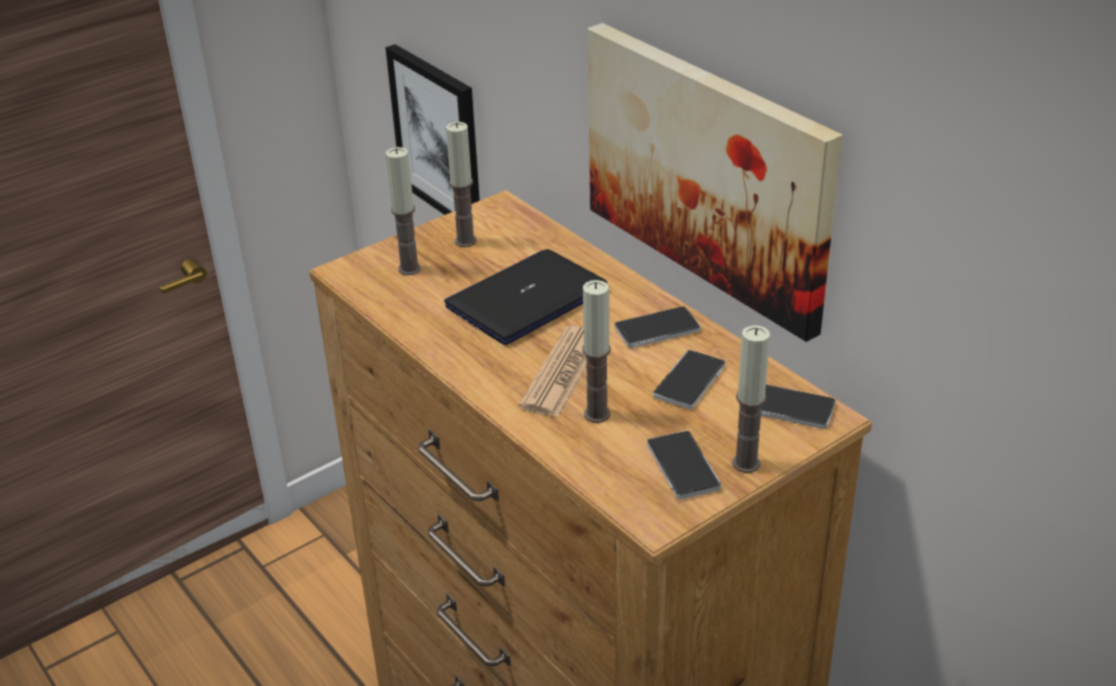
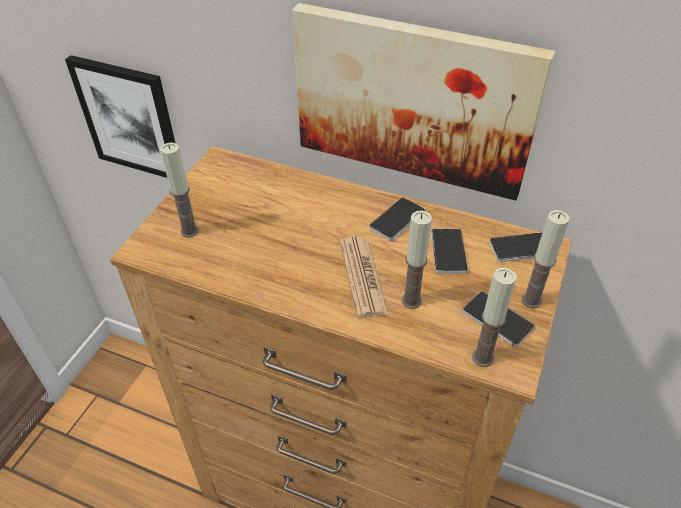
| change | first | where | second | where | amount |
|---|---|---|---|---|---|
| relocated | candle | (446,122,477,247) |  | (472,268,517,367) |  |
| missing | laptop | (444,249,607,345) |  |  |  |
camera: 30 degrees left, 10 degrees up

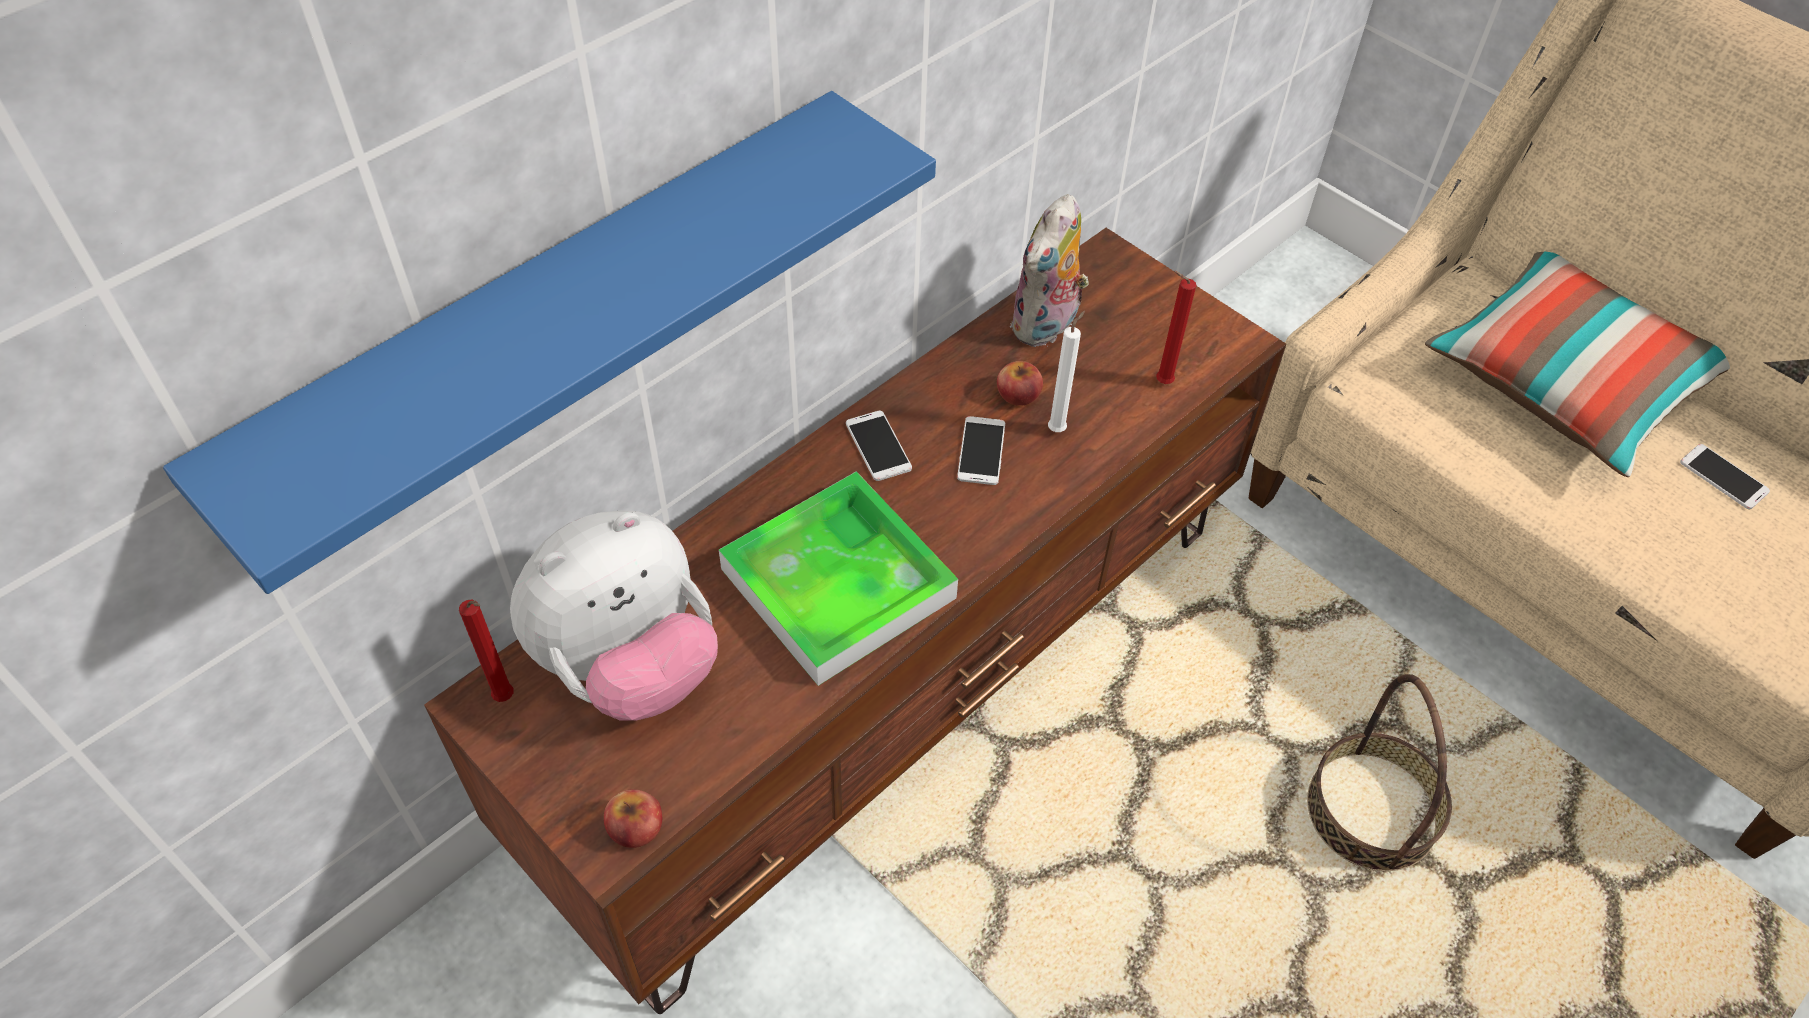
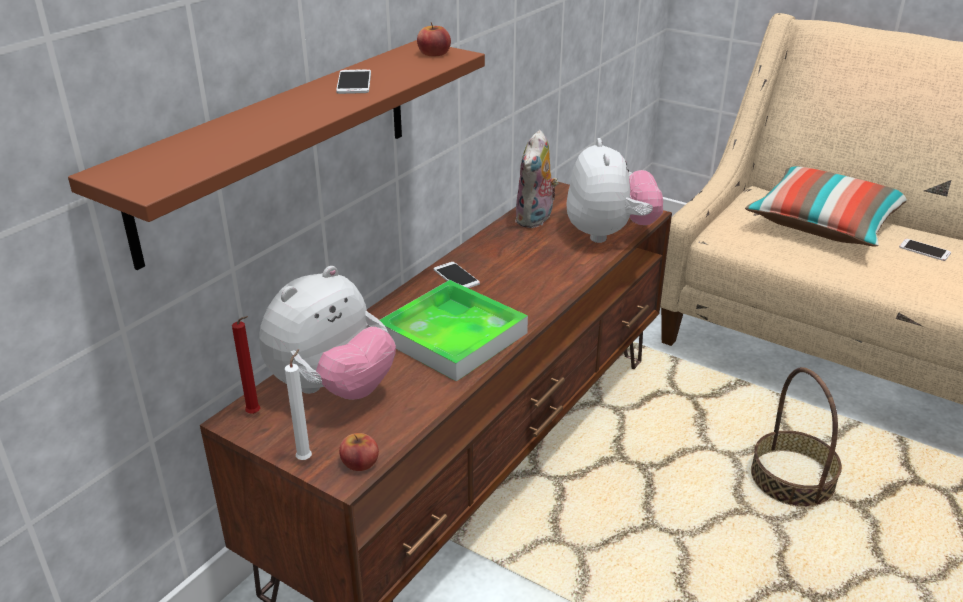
| change | first | where | second | where | amount |
|---|---|---|---|---|---|
| colour | blue shelf | (163,91,936,594) | brown shelf | (68,40,485,270) |  |
| exchanged | red candle | (1156,271,1196,384) | plush toy | (566,138,663,243) |  |
| relocated | white candle | (1048,311,1085,432) |  | (285,349,312,460) |  |
| relocated | apple | (997,361,1043,406) |  | (417,23,451,56) |  |
| relocated | phone | (957,416,1005,485) |  | (336,69,371,94) |  |
camera: 10 degrees left, 20 degrees down

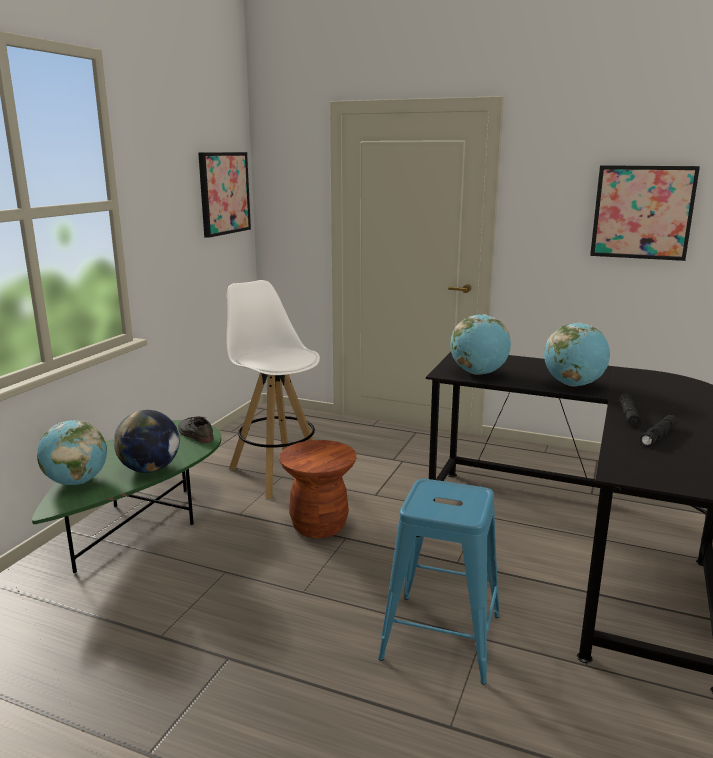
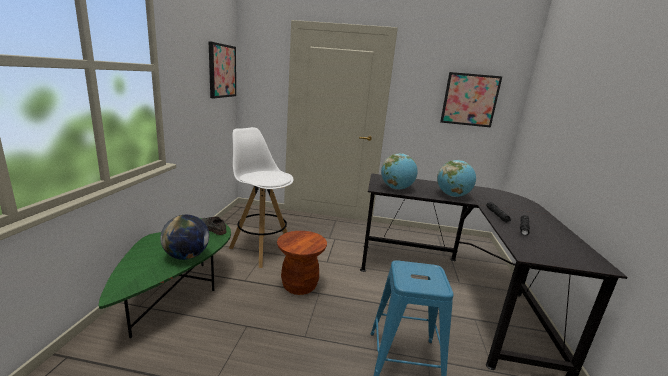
| change | first | where | second | where | amount |
|---|---|---|---|---|---|
| missing | globe | (37,420,107,485) |  |  |  |
camera: 15 degrees left, 0 degrees up

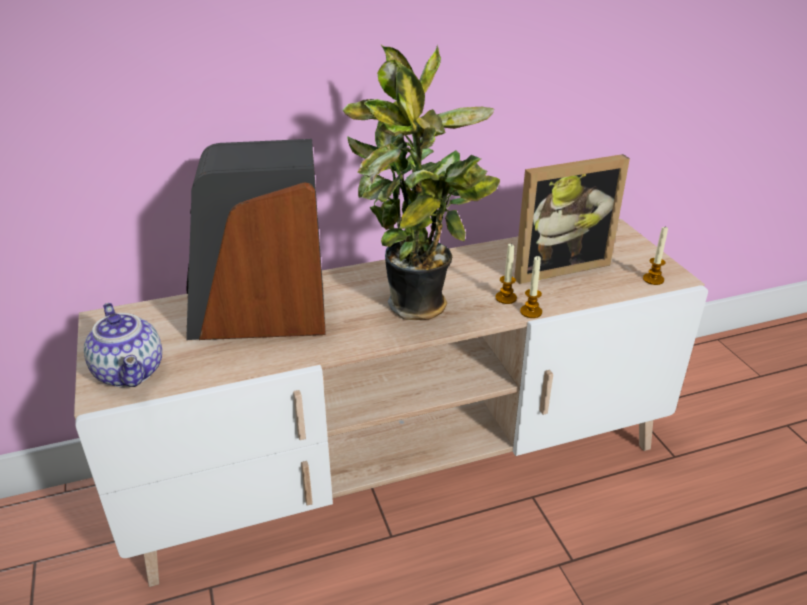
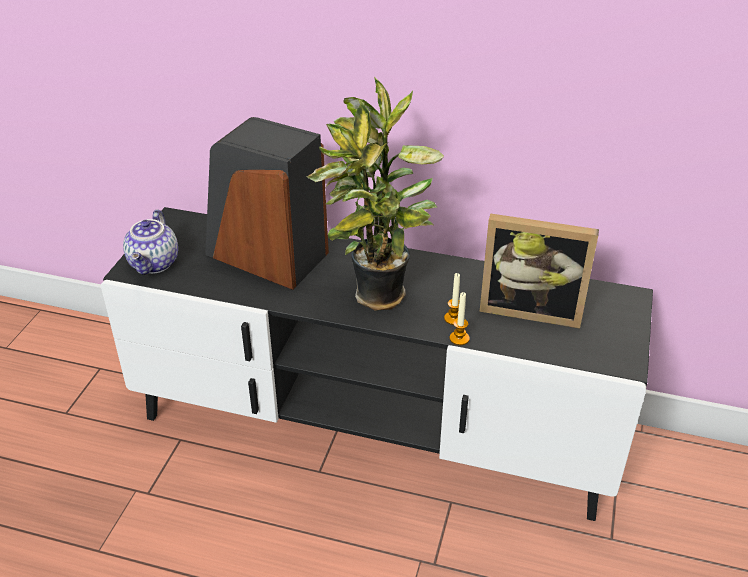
| change | first | where | second | where | amount |
|---|---|---|---|---|---|
| colour | beige tv stand | (74,219,708,587) | black tv stand | (101,207,653,521) |  |
| missing | candle | (643,226,668,285) |  |  |  |
camera: 35 degrees right, 5 degrees up

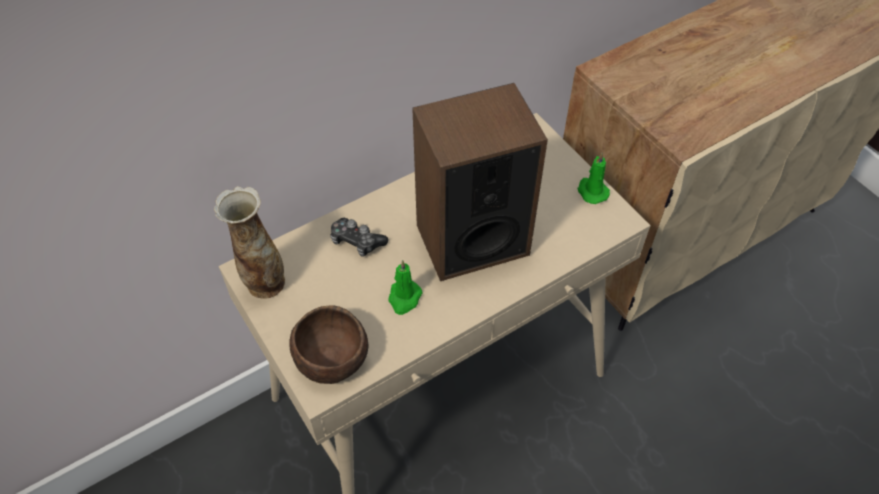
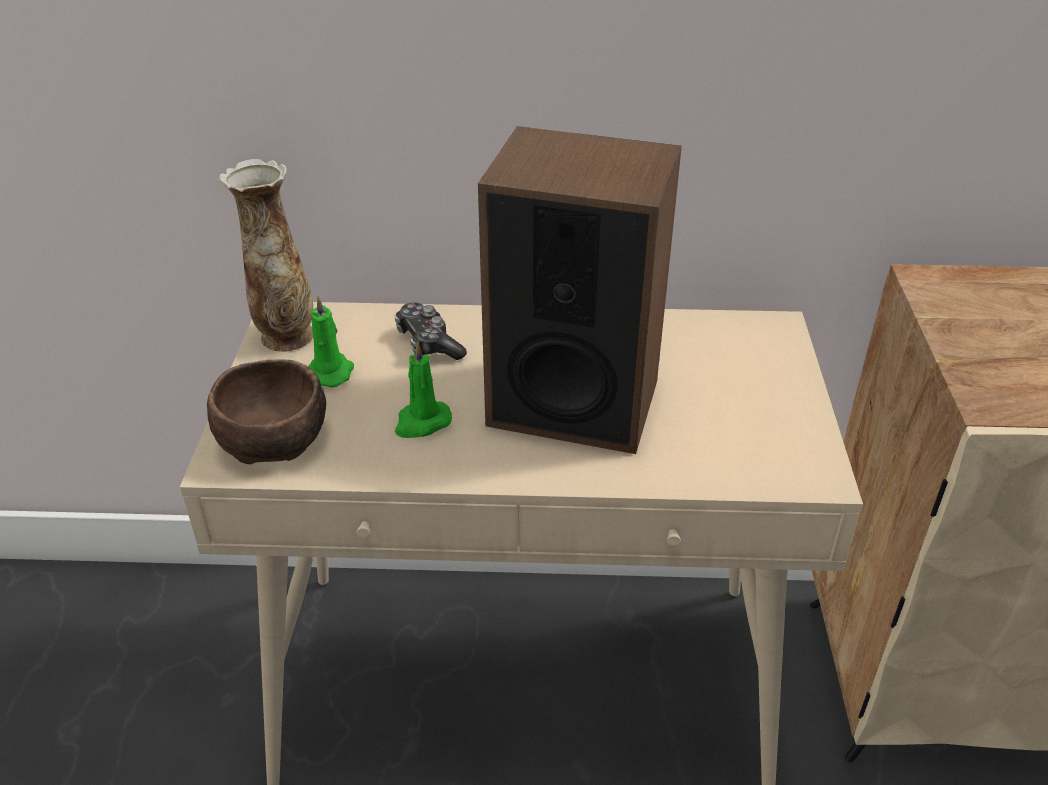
| change | first | where | second | where | amount |
|---|---|---|---|---|---|
| relocated | green candle | (578,153,610,204) |  | (308,295,354,387) |  |
camera: 35 degrees right, 15 degrees down

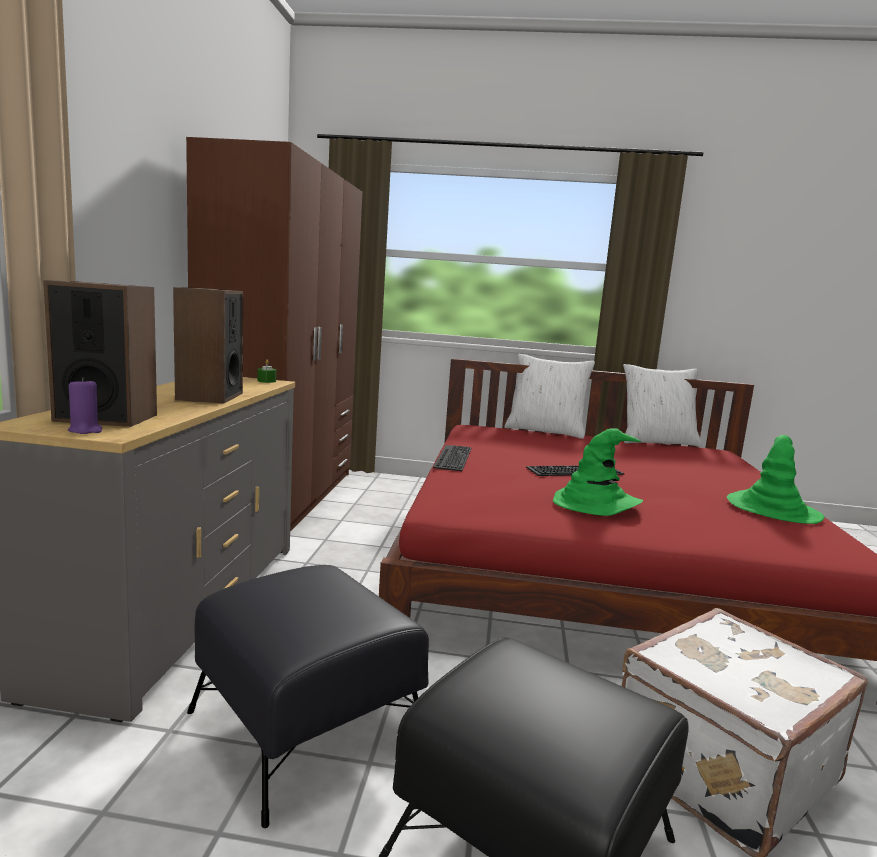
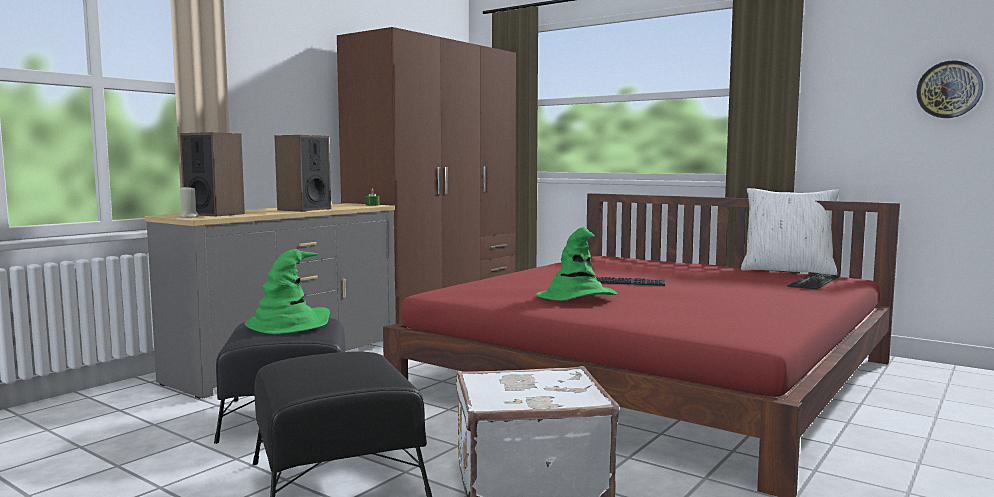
| change | first | where | second | where | amount |
|---|---|---|---|---|---|
| missing | white pillow | (505,354,595,439) |  |  |  |
| colour | purple candle | (68,377,102,434) | beige candle | (179,185,199,218) |  |
| relocated | green hat | (727,435,824,524) |  | (245,249,330,334) |  |
| relocated | keyboard | (433,445,471,471) |  | (787,274,839,290) |  |
| appeared |  |  | wall clock | (917,60,983,118) |  |
camera: 30 degrees right, 5 degrees down

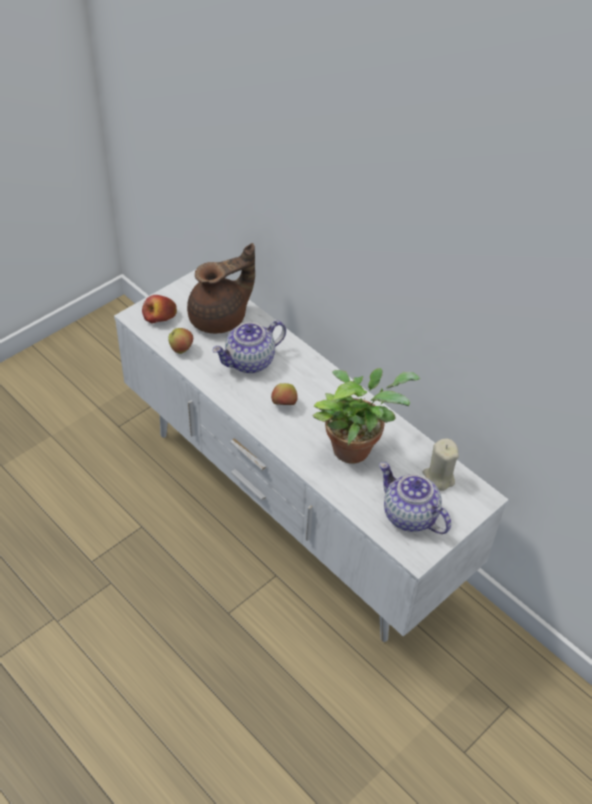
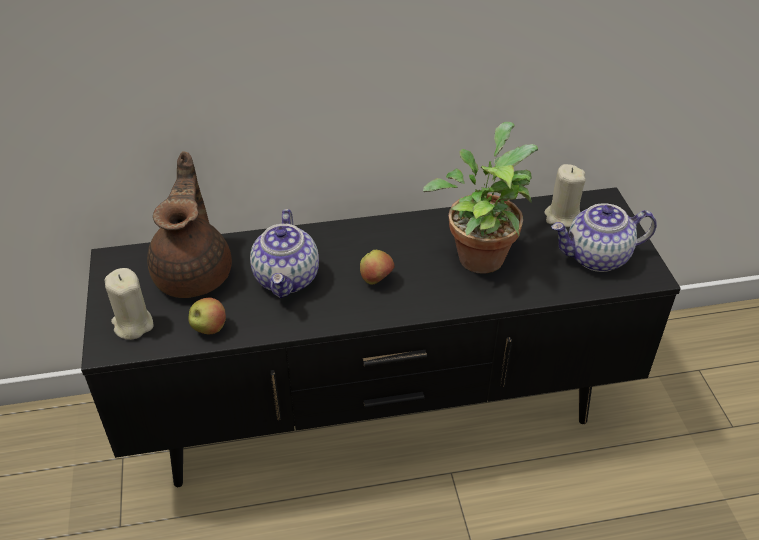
| change | first | where | second | where | amount |
|---|---|---|---|---|---|
| colour | white tv stand | (114,269,509,642) | black tv stand | (81,187,681,487) |  |
| exchanged | apple | (142,295,177,323) | beige candle | (104,268,154,340) |  |
camera: 55 degrees left, 5 degrees down

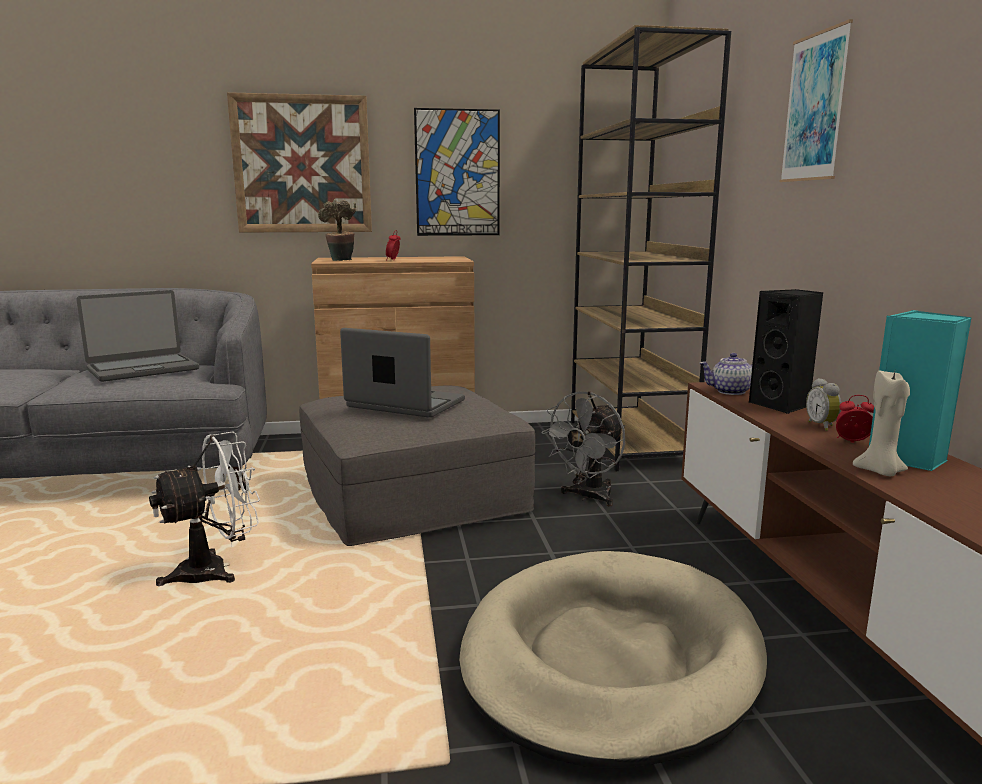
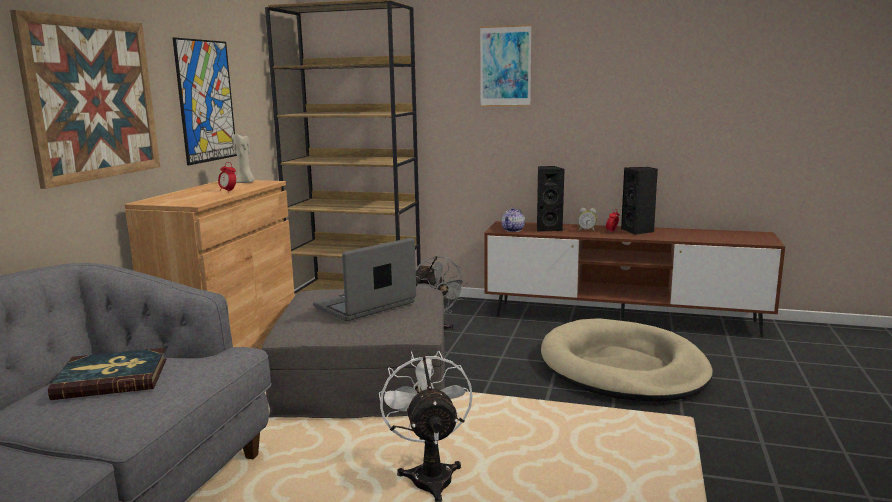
| change | first | where | second | where | amount |
|---|---|---|---|---|---|
| missing | potted plant | (318,199,356,261) |  |  |  |
| exchanged | laptop | (76,290,199,382) | book | (48,348,167,400) |  |
| colour | turquoise speaker | (869,310,972,471) | black speaker | (621,167,658,235) |  |
| relocated | beige candle | (853,370,910,476) |  | (233,134,255,183) |  |
camera: 65 degrees left, 0 degrees up

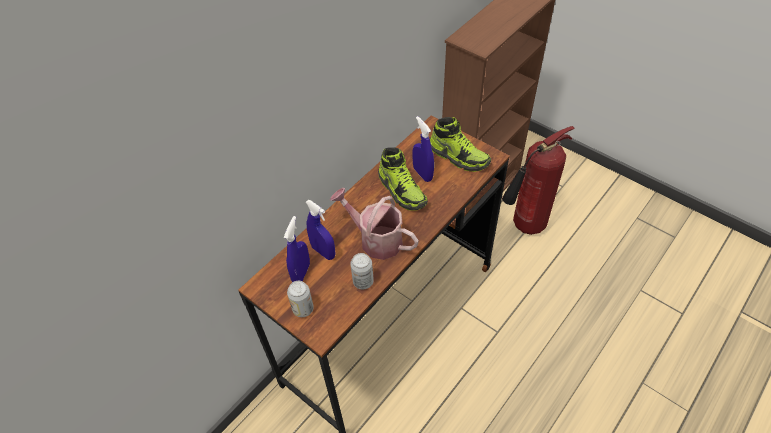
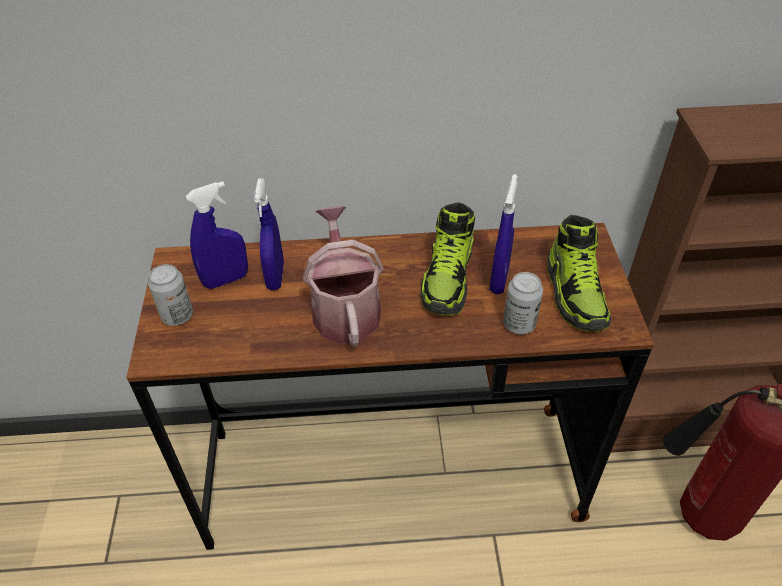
| change | first | where | second | where | amount |
|---|---|---|---|---|---|
| relocated | can | (350,253,374,289) |  | (503,272,543,334) |  |
camera: 45 degrees right, 5 degrees down

